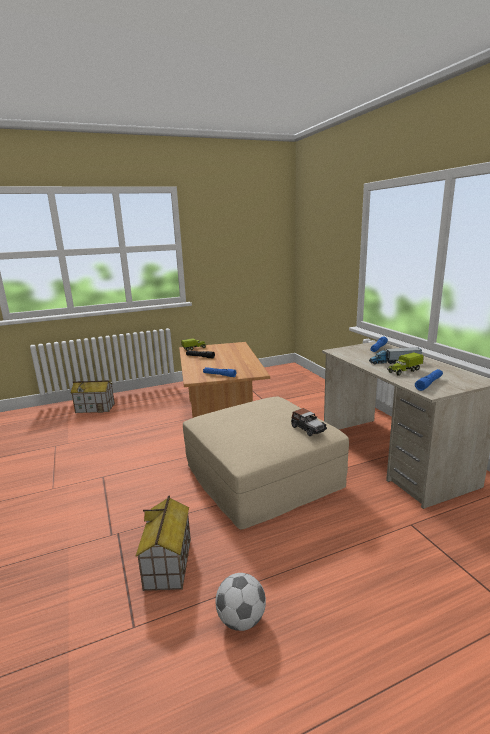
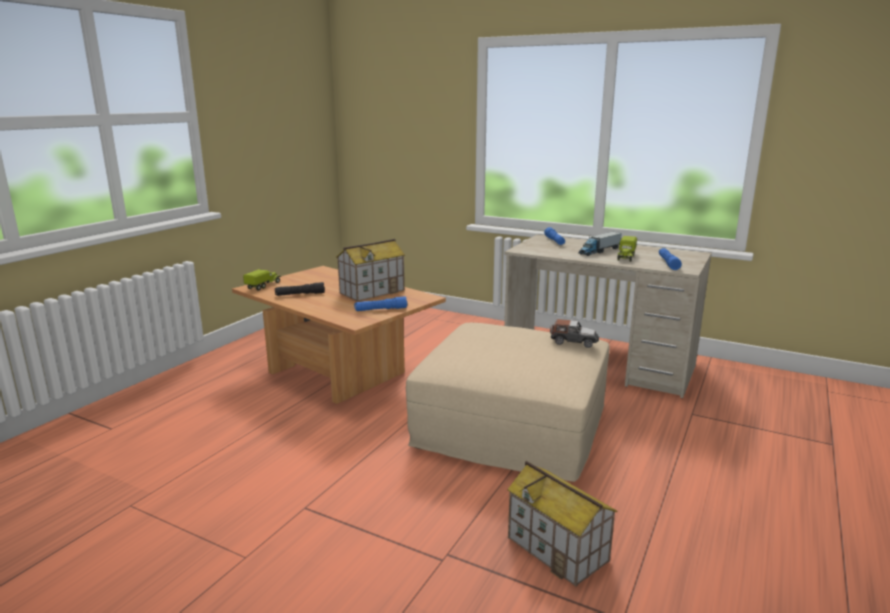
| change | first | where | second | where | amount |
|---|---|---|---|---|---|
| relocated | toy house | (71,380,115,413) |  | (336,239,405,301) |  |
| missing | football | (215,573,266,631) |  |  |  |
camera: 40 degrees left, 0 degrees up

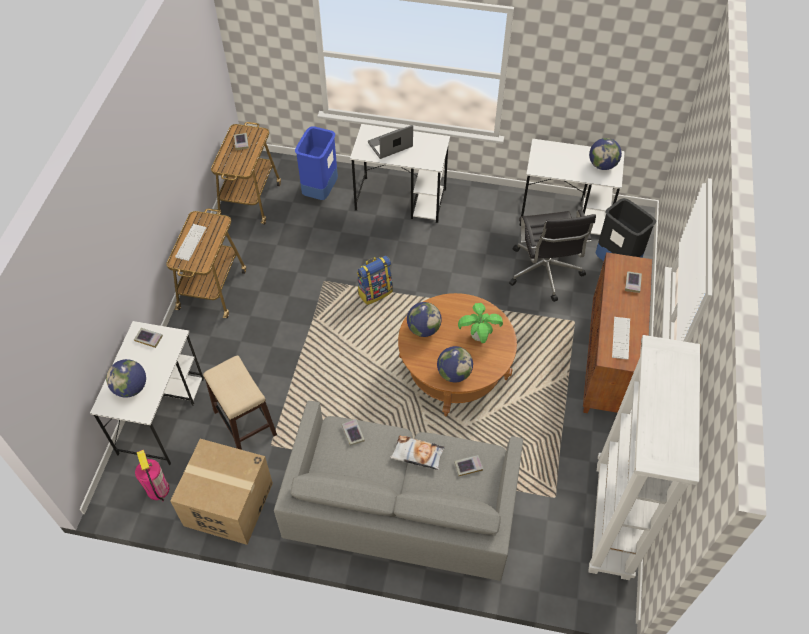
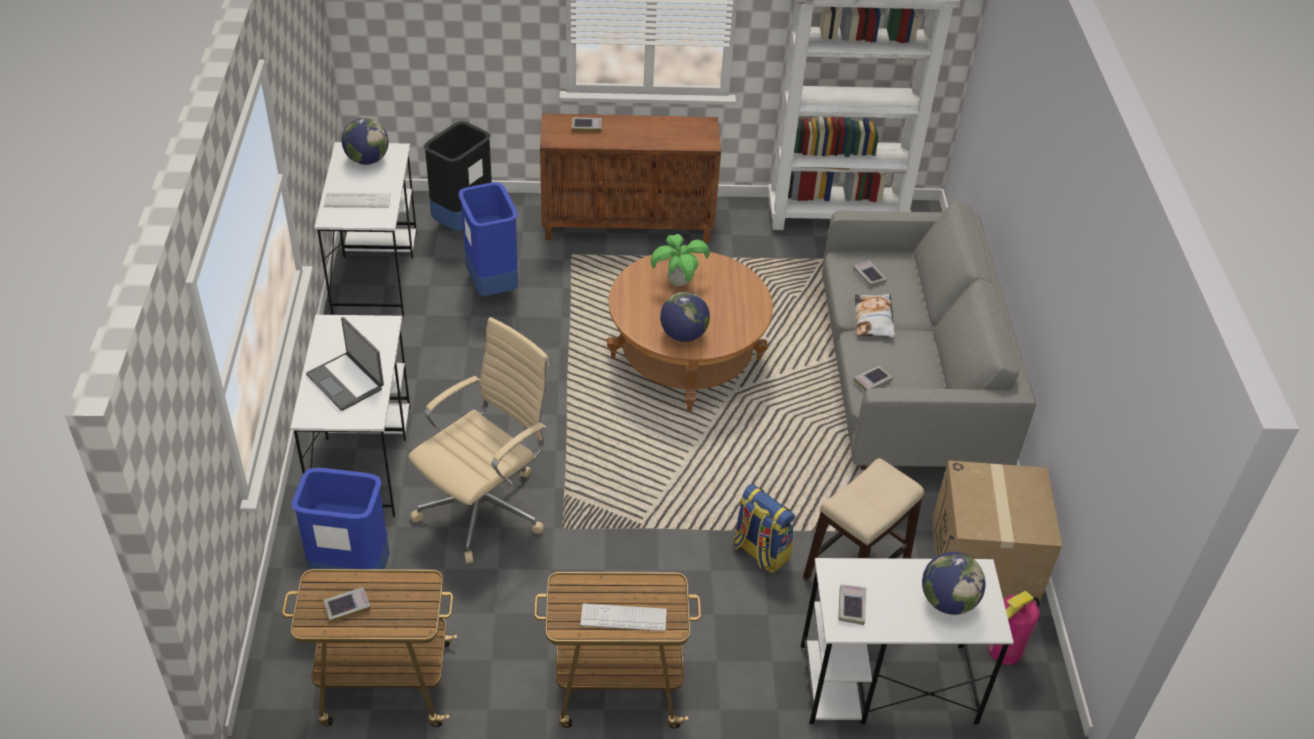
| change | first | where | second | where | amount |
|---|---|---|---|---|---|
| exchanged | black office chair | (509,210,596,302) | blue trash can | (459,182,518,296) |  |
| relocated | backpack | (357,255,393,305) |  | (733,484,795,573) |  |
| relocated | keyboard | (612,317,630,360) |  | (324,193,391,208) |  |
| missing | globe | (437,346,473,382) |  |  |  |
| appeared |  |  | beige office chair | (408,317,550,564) |  |
camera: 105 degrees left, 10 degrees down

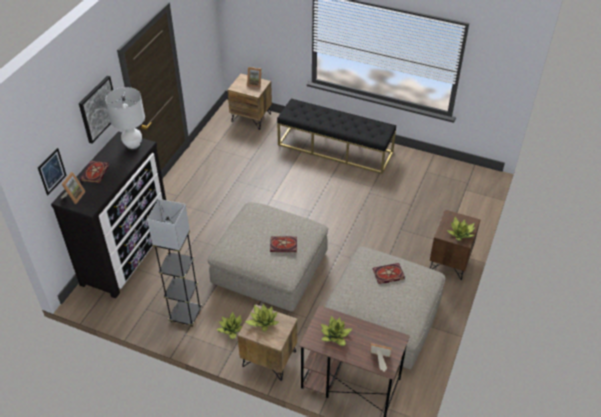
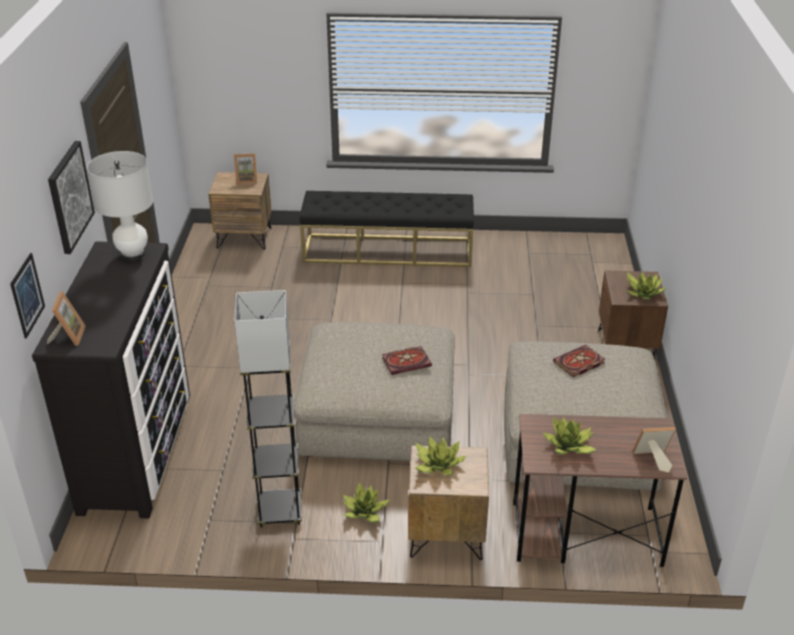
| change | first | where | second | where | amount |
|---|---|---|---|---|---|
| missing | book | (80,161,109,183) |  |  |  |
camera: 20 degrees left, 10 degrees down

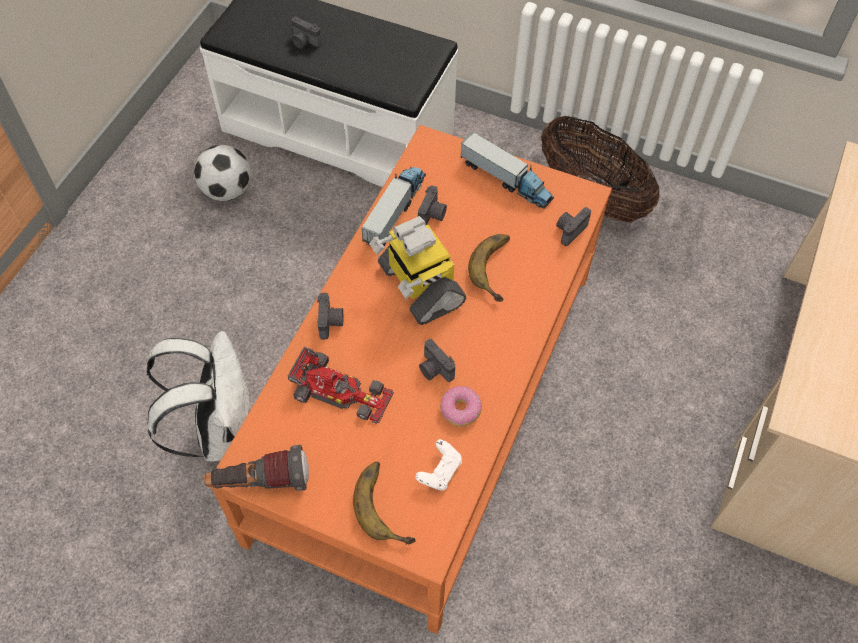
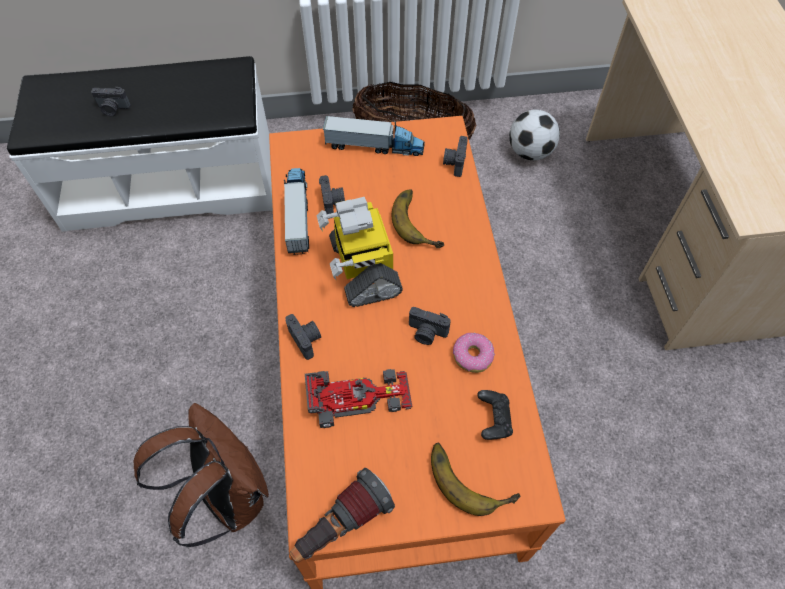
| change | first | where | second | where | amount |
|---|---|---|---|---|---|
| relocated | football | (194,145,251,201) |  | (509,110,560,161) |  |
| spun | toy robot | (369,216,466,325) |  | (317,197,403,307) | 45 degrees clockwise |
| colour | white backpack | (147,331,251,461) | brown backpack | (134,403,269,547) |  |
| colour | white game controller | (415,439,462,491) | black game controller | (477,390,513,440) |  |
camera: 30 degrees left, 0 degrees up

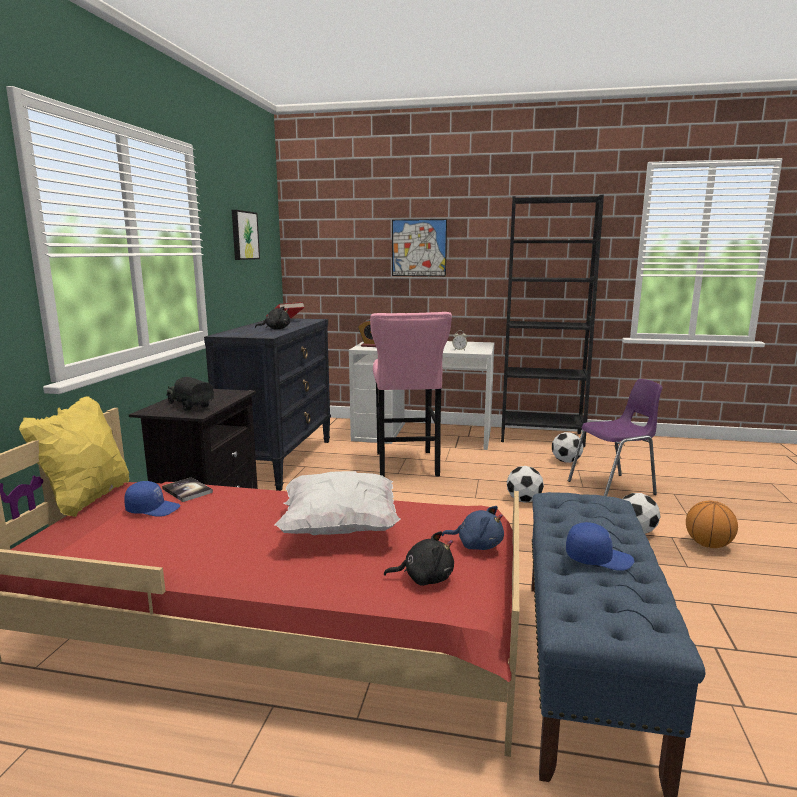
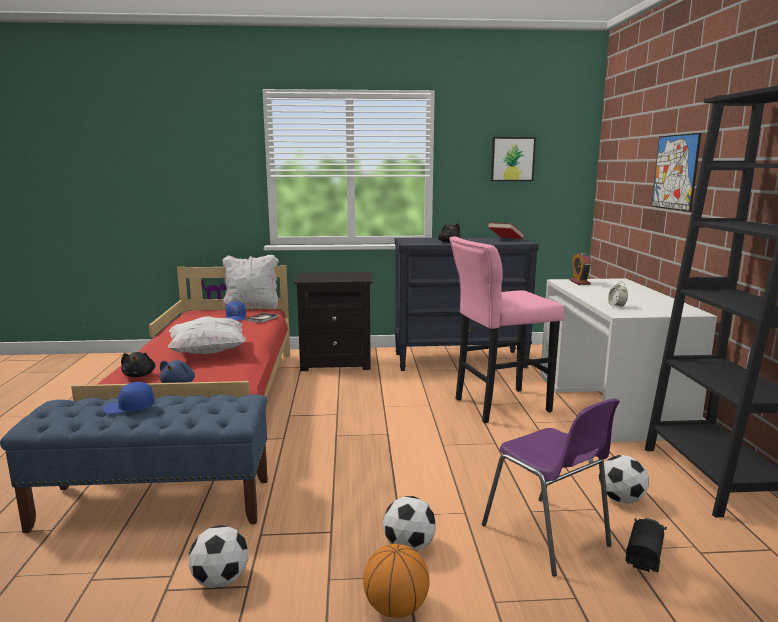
| change | first | where | second | where | amount |
|---|---|---|---|---|---|
| relocated | toy truck | (166,377,214,411) |  | (625,518,667,572) |  |
| colour | yellow pillow | (19,396,129,517) | white pillow | (222,255,279,309) |  |
| relocated | football | (507,466,544,503) |  | (188,525,248,588) |  |
| spun | blue cap | (566,522,634,571) |  | (103,382,154,415) | 90 degrees clockwise |
camera: 75 degrees right, 0 degrees up

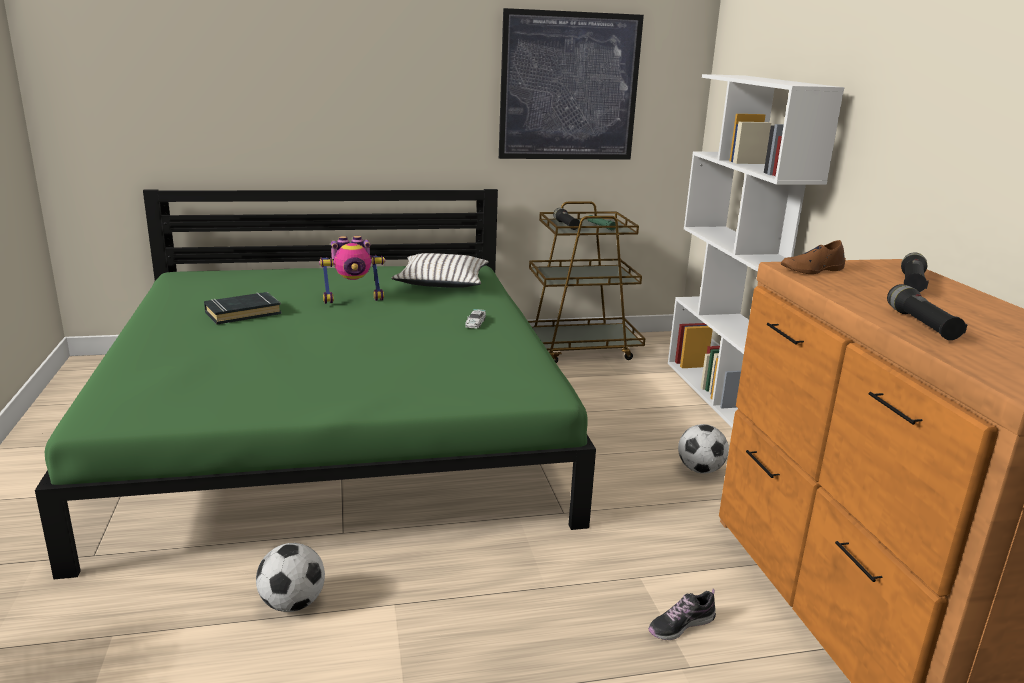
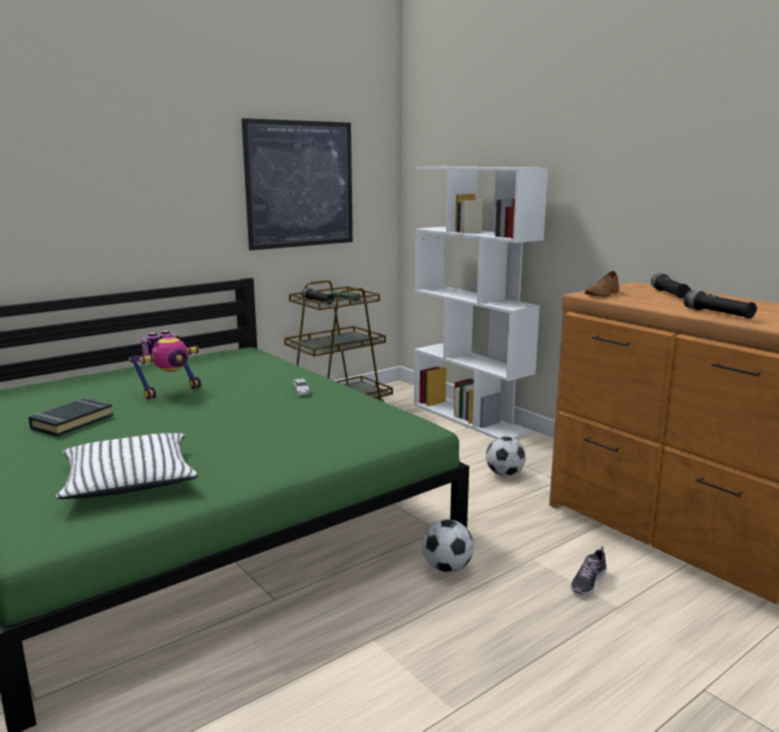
| change | first | where | second | where | amount |
|---|---|---|---|---|---|
| relocated | white pillow | (391,253,489,288) |  | (56,433,199,499) |  |
| relocated | football | (256,543,325,612) |  | (422,519,474,573) |  |
camera: 25 degrees left, 5 degrees down

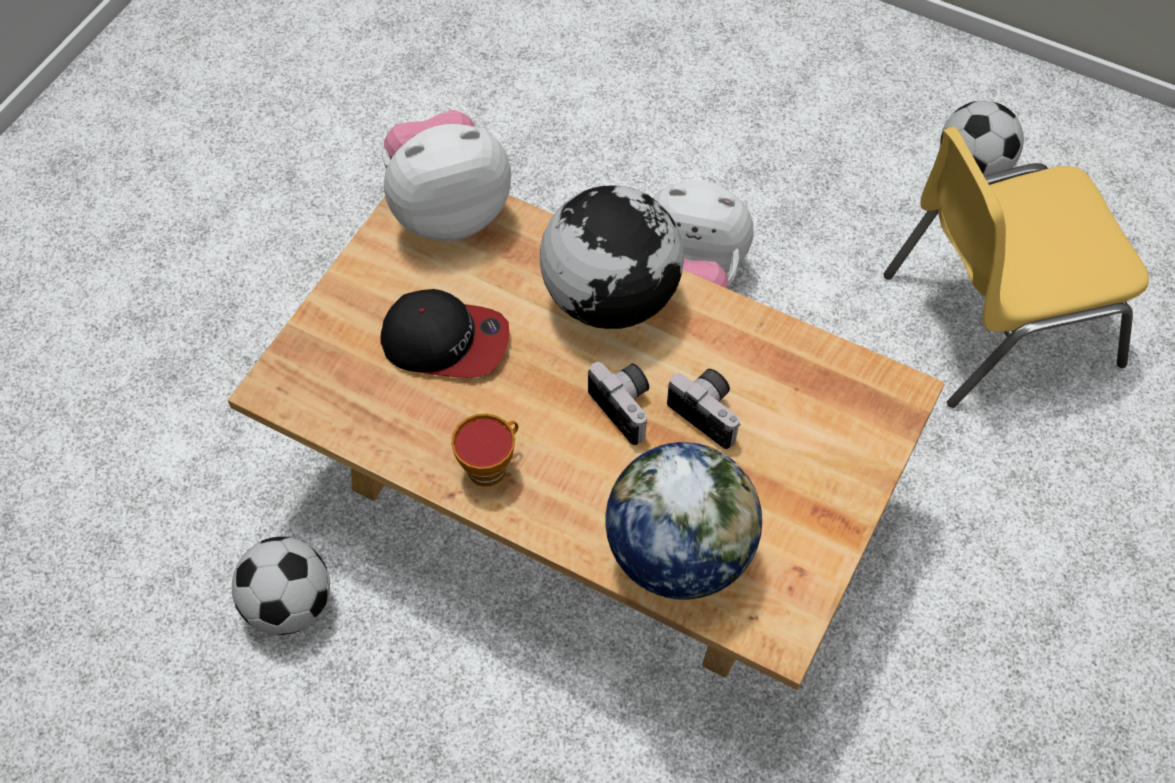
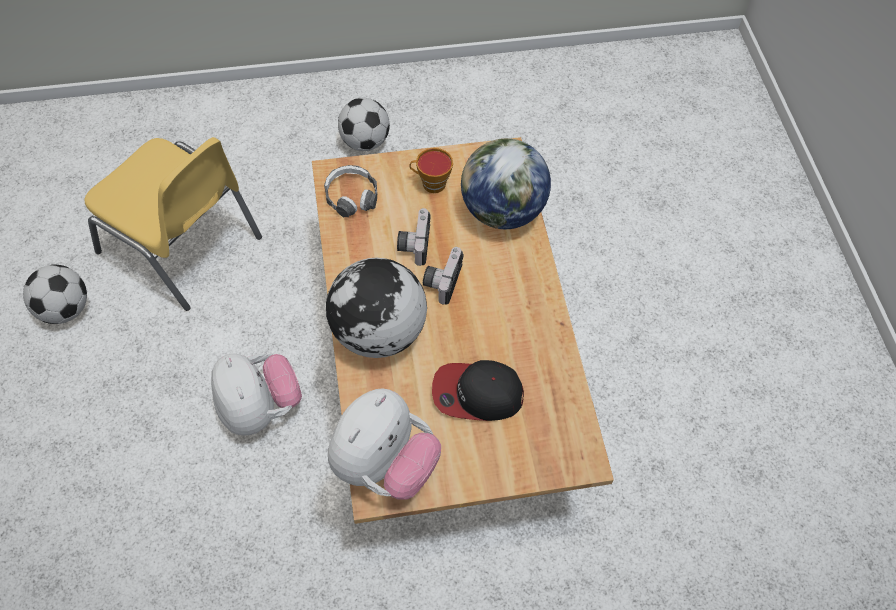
| change | first | where | second | where | amount |
|---|---|---|---|---|---|
| spun | plush toy | (382,110,511,241) |  | (328,388,441,500) | 90 degrees counterclockwise |
| spun | cap | (381,289,510,378) |  | (432,360,524,421) | 60 degrees counterclockwise |
| relocated | cup | (451,413,518,487) |  | (410,148,453,193) |  |
| relocated | football | (232,537,330,635) |  | (338,98,390,151) |  |
| appeared |  |  | headphones | (324,165,378,217) |  |
camera: 130 degrees left, 0 degrees up

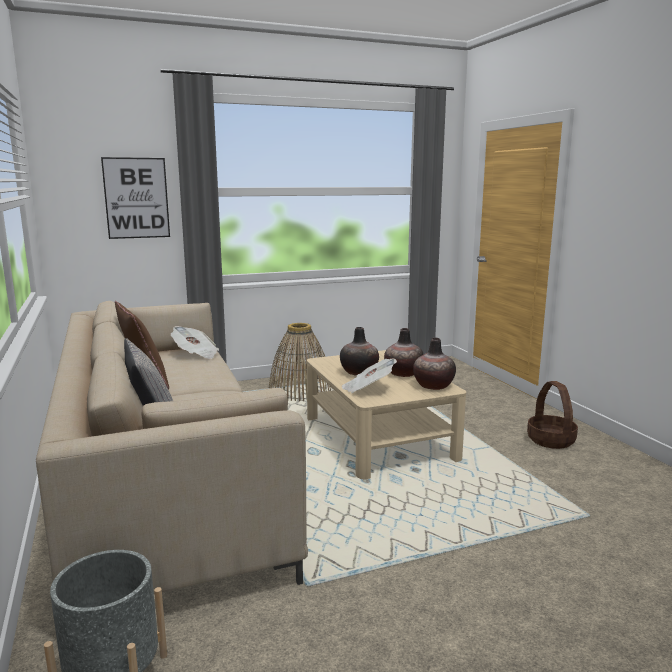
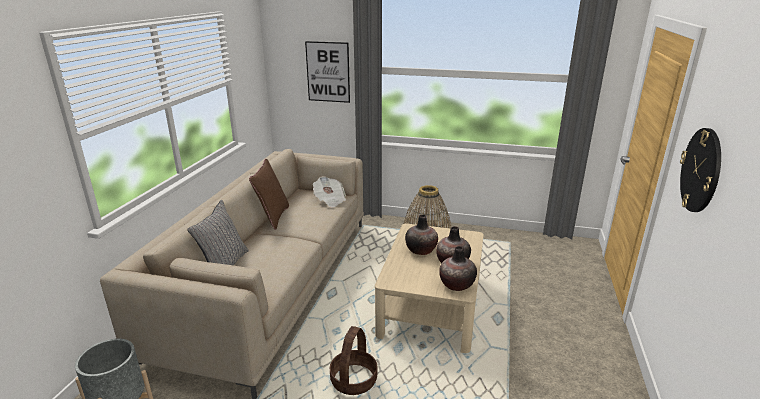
| change | first | where | second | where | amount |
|---|---|---|---|---|---|
| missing | newspaper | (341,359,397,393) |  |  |  |
| relocated | basket | (527,381,578,449) |  | (330,326,377,395) |  |
| appeared |  |  | wall clock | (680,128,721,212) |  |
camera: 35 degrees right, 10 degrees up

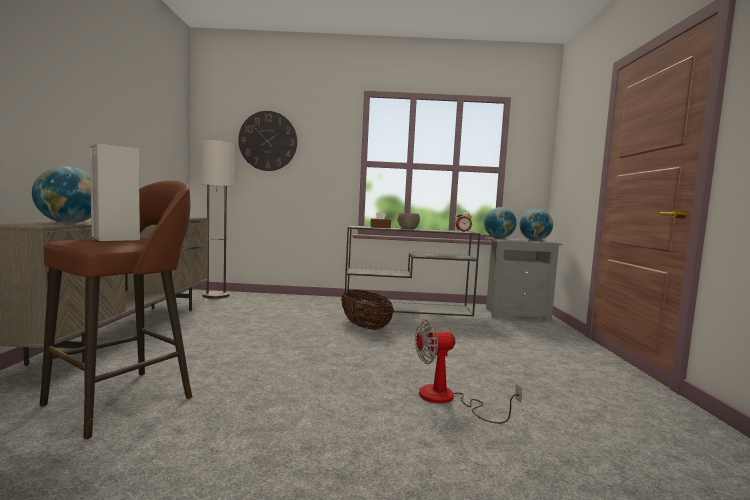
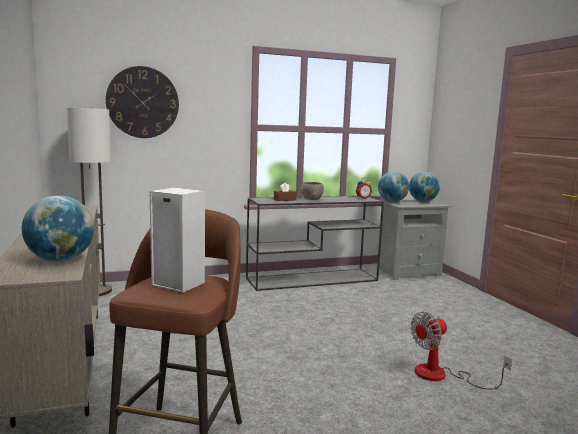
| change | first | where | second | where | amount |
|---|---|---|---|---|---|
| missing | basket | (341,290,394,330) |  |  |  |
camera: 20 degrees left, 5 degrees up

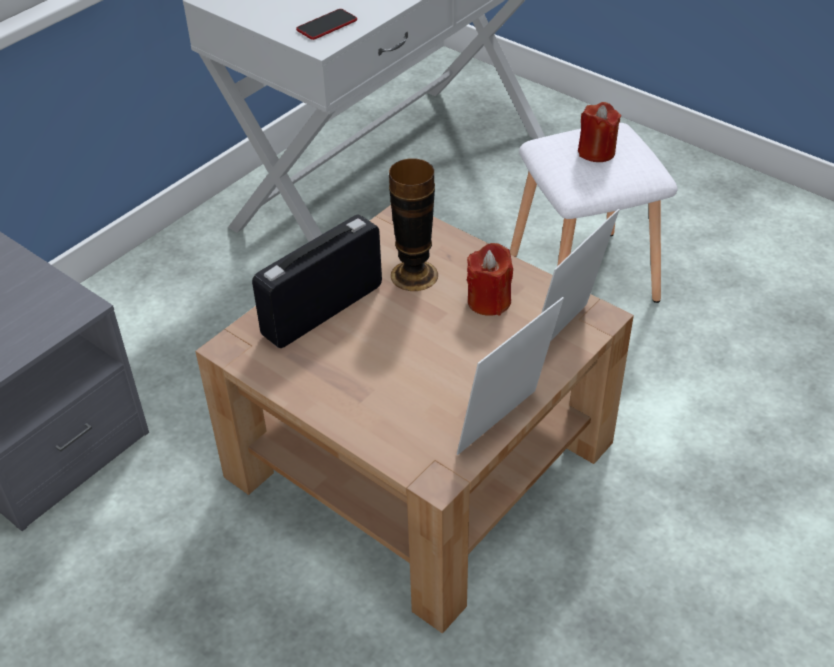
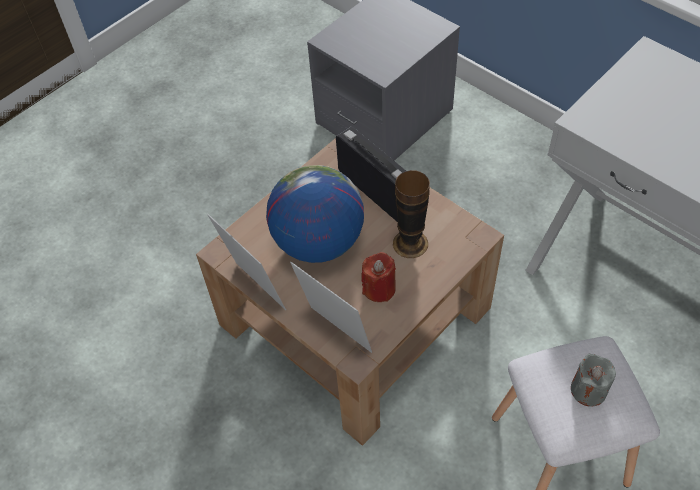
| change | first | where | second | where | amount |
|---|---|---|---|---|---|
| missing | phone | (296,9,357,40) |  |  |  |
| colour | red candle | (578,102,621,162) | grey candle | (571,354,616,406) |  |
| appeared |  |  | globe | (266,165,364,263) |  |
camera: 95 degrees right, 10 degrees up

